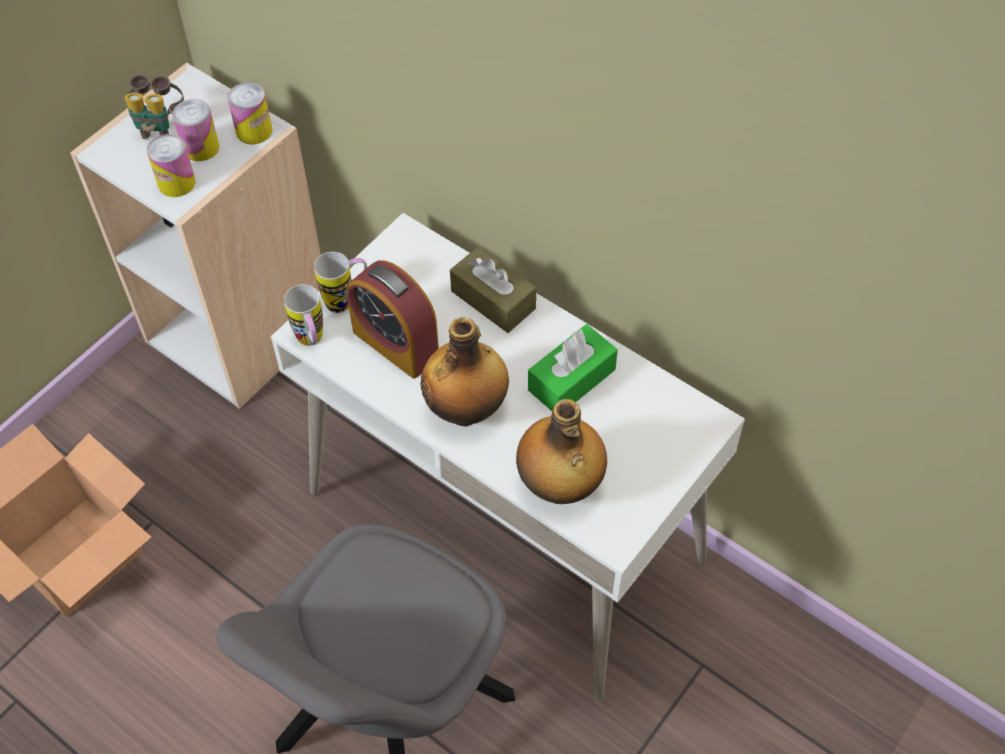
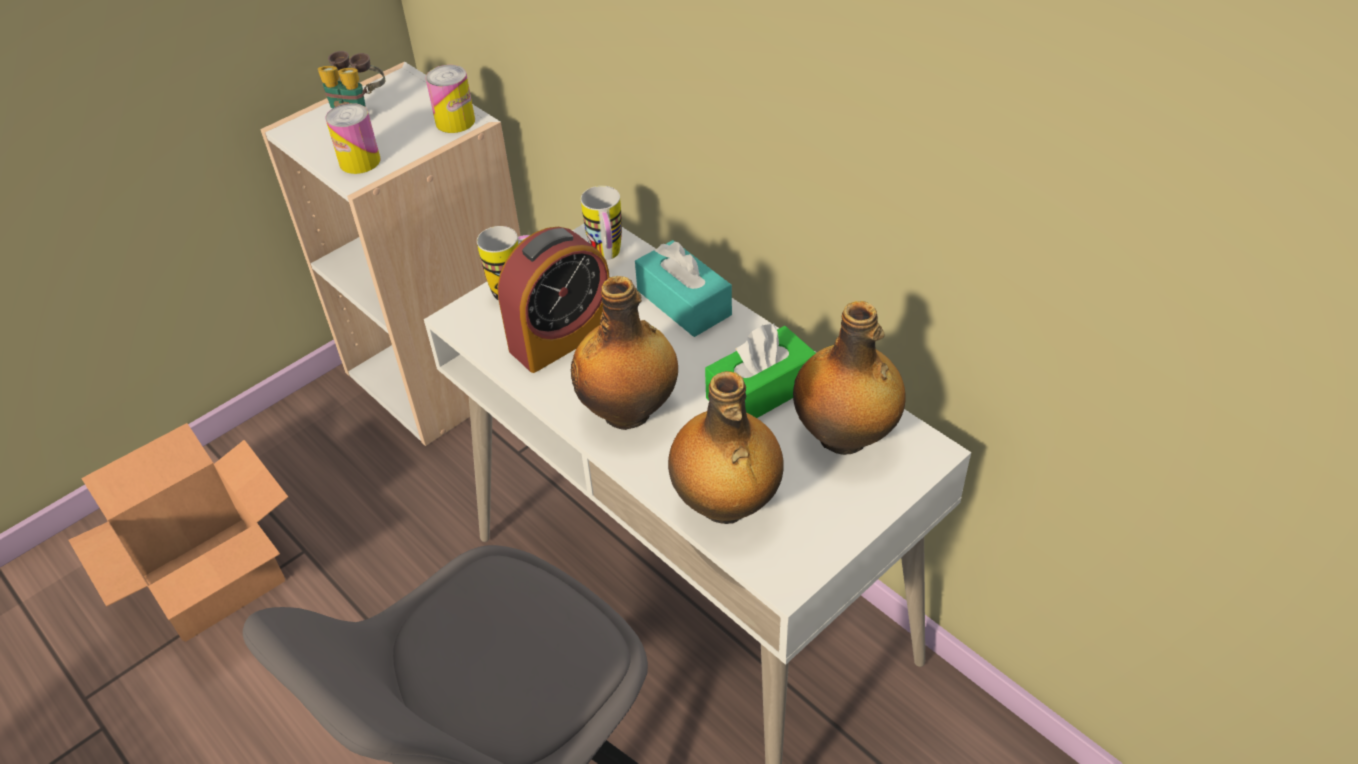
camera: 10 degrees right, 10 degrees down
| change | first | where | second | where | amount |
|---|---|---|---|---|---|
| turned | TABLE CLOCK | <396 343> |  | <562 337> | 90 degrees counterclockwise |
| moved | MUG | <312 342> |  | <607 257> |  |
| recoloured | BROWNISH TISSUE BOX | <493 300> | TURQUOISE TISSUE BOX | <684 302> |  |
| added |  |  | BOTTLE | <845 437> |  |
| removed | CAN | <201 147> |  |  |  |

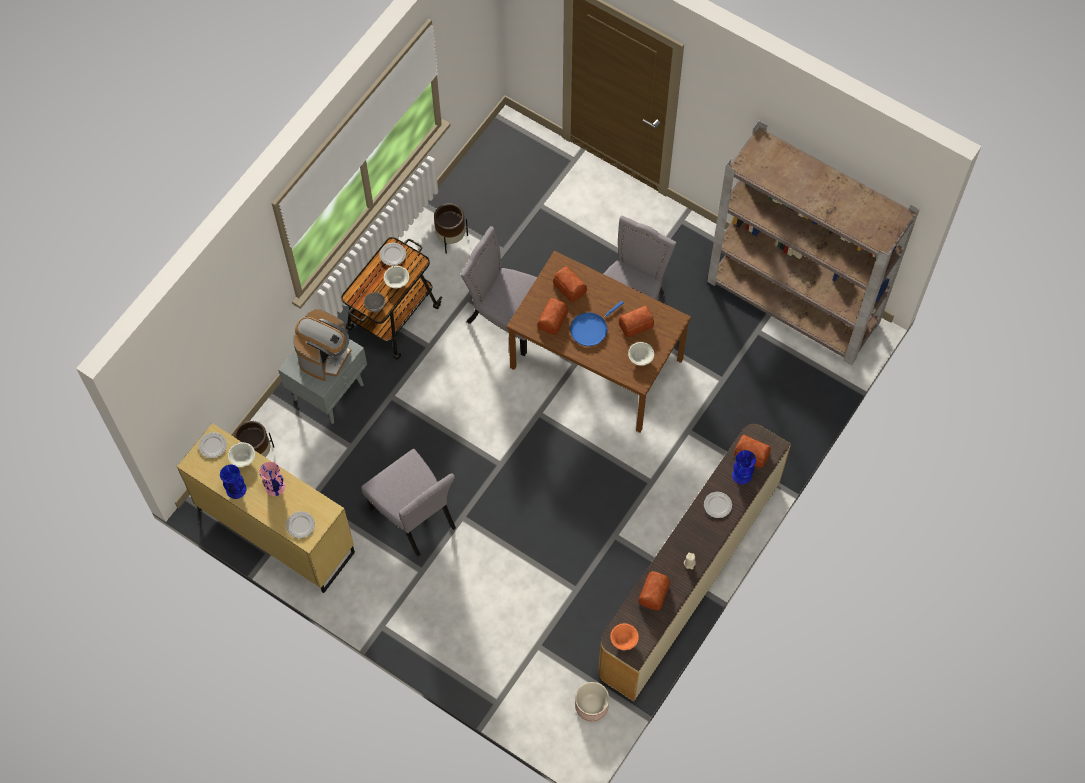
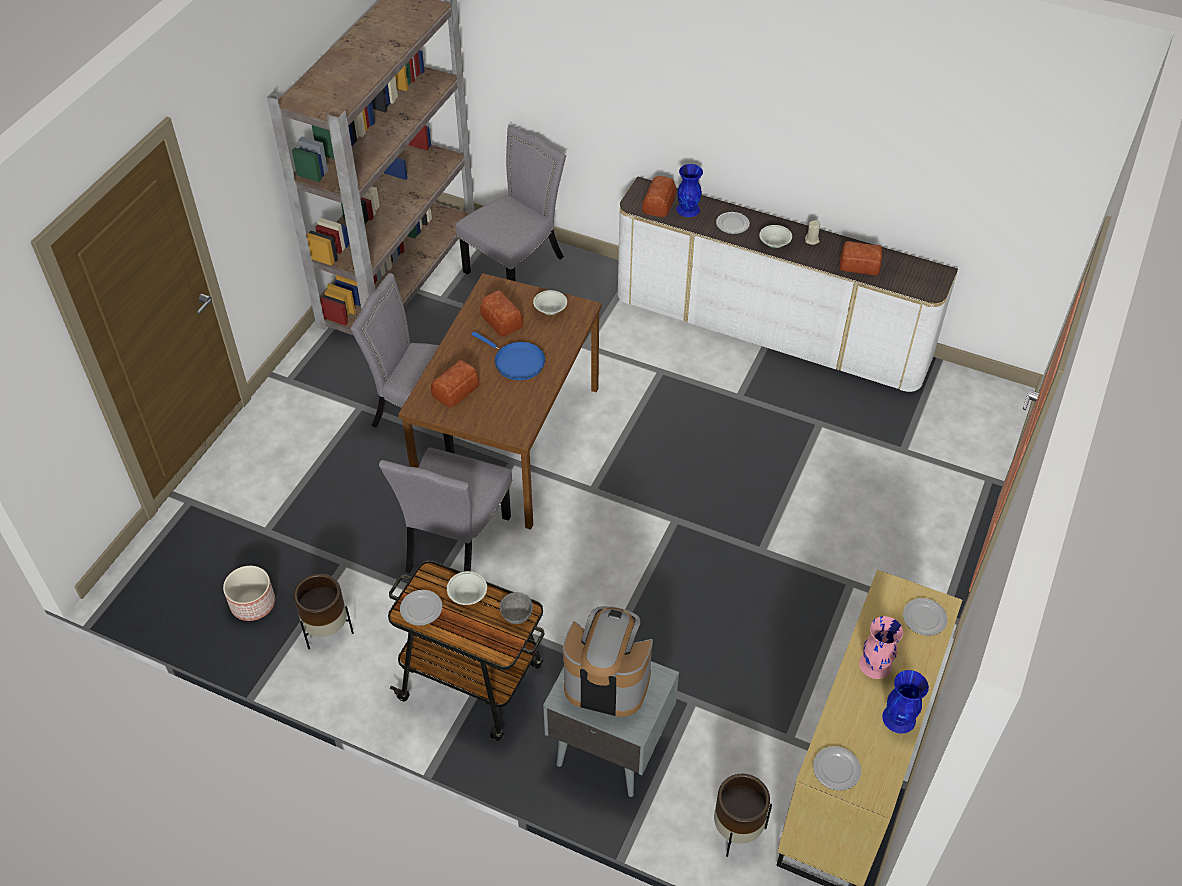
camera: 100 degrees left, 15 degrees down
| change | first | where | second | where | amount |
|---|---|---|---|---|---|
| moved | PLANTER | <592 705> |  | <252 603> |  |
| moved | GRAY CHAIR | <413 514> |  | <514 267> |  |
| recoloured | BROWNISH CUPBOARD | <688 577> | WHITE CUPBOARD | <769 328> |  |
| moved | WHITE BOWL | <243 458> |  | <774 245> |  |
| removed | BAKERY BREAD | <551 320> |  |  |  |
| removed | ORANGE BOWL | <624 640> |  |  |  |

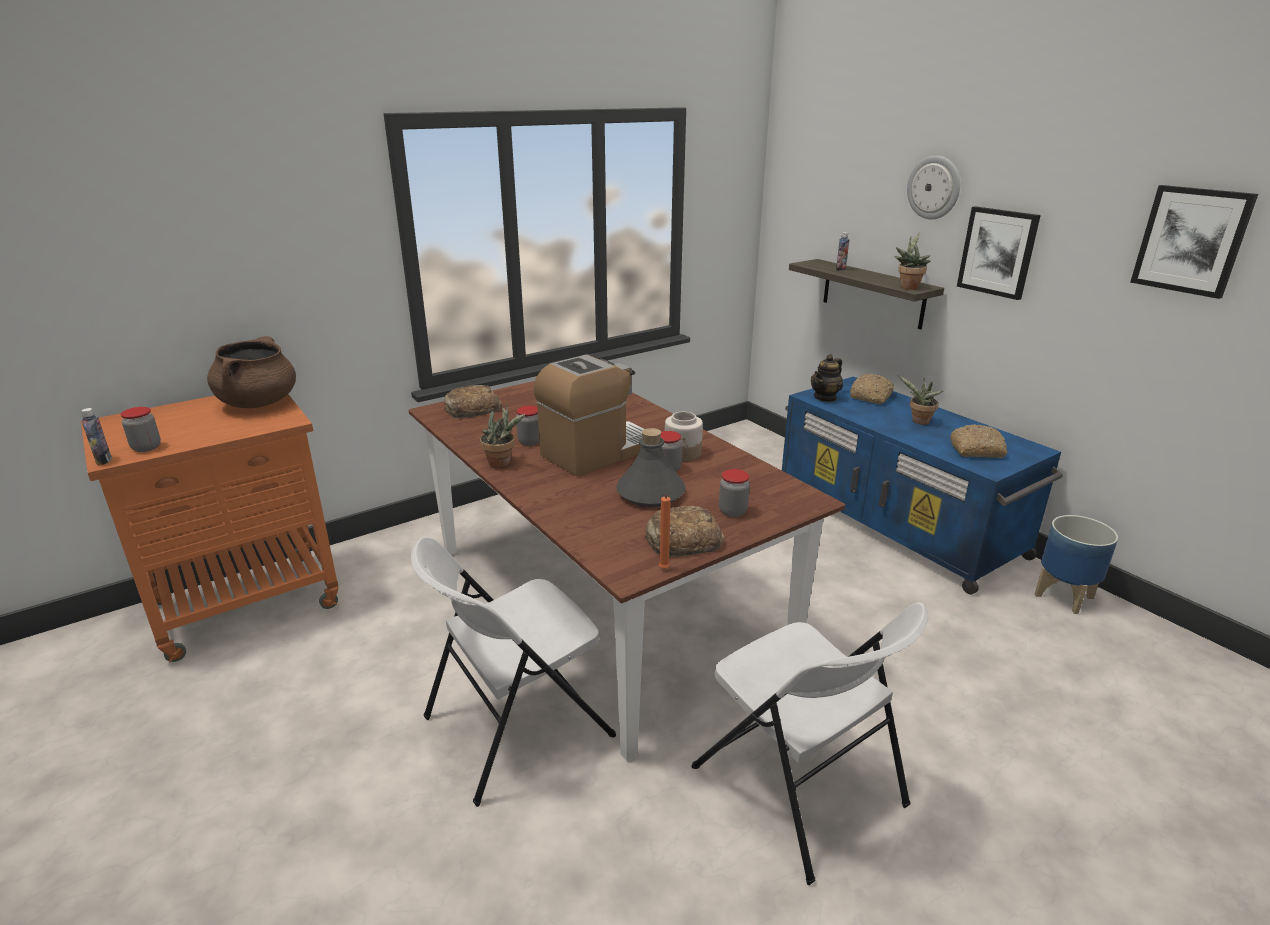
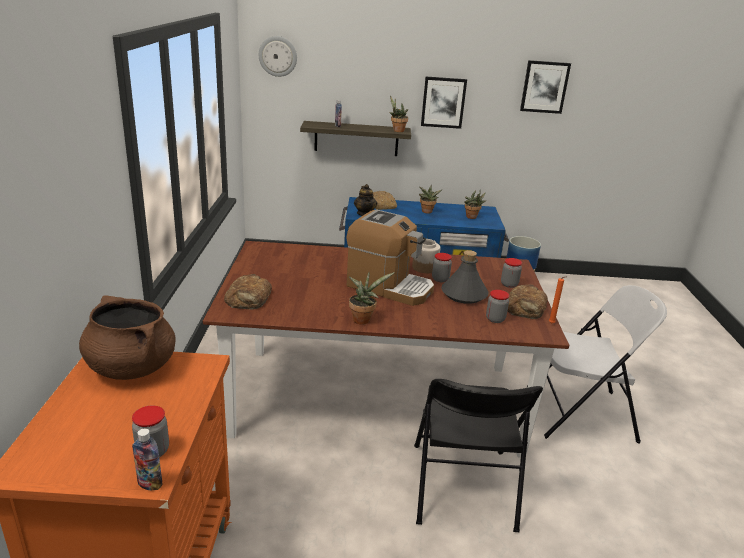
camera: 55 degrees left, 0 degrees up
| change | first | where | second | where | amount |
|---|---|---|---|---|---|
| moved | WALL CLOCK | <934 187> |  | <278 56> |  |
| turned | COFFEE MACHINE | <597 452> |  | <389 287> | 120 degrees clockwise |
| recoloured | WHITE CHAIR | <517 726> | BLACK-COLOURED CHAIR | <462 486> |  |
| replaced | BAKERY BREAD | <977 450> | HOUSEPLANT | <472 217> |  |
| moved | PRESERVE JAR | <530 442> |  | <495 319> |  |

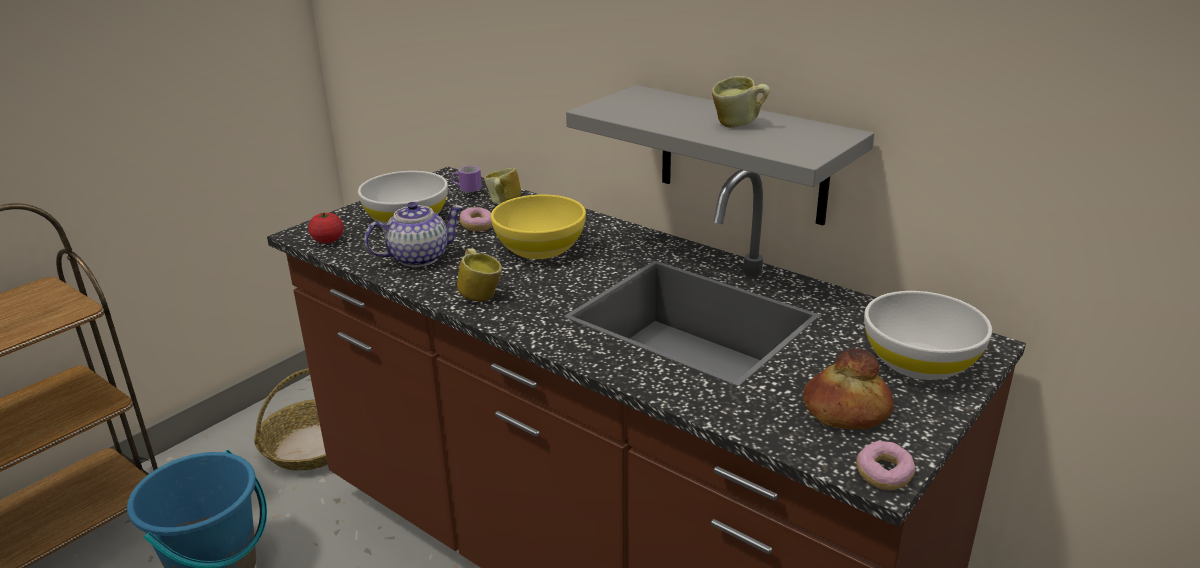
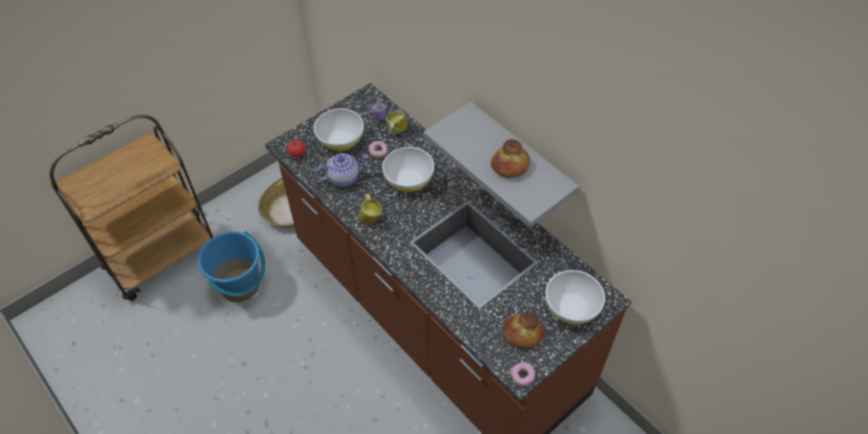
camera: 10 degrees right, 25 degrees up
| change | first | where | second | where | amount |
|---|---|---|---|---|---|
| recoloured | YELLOWISH BOWL | <540 248> | WHITE BOWL | <409 179> |  |
| replaced | MUG | <739 125> | BAKERY BREAD | <510 166> |  |

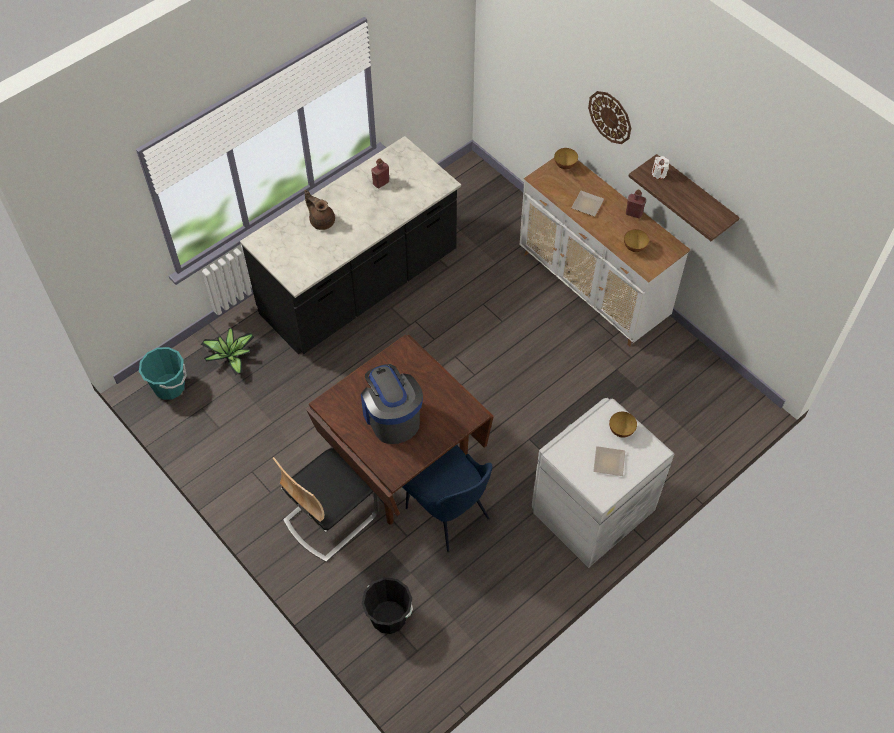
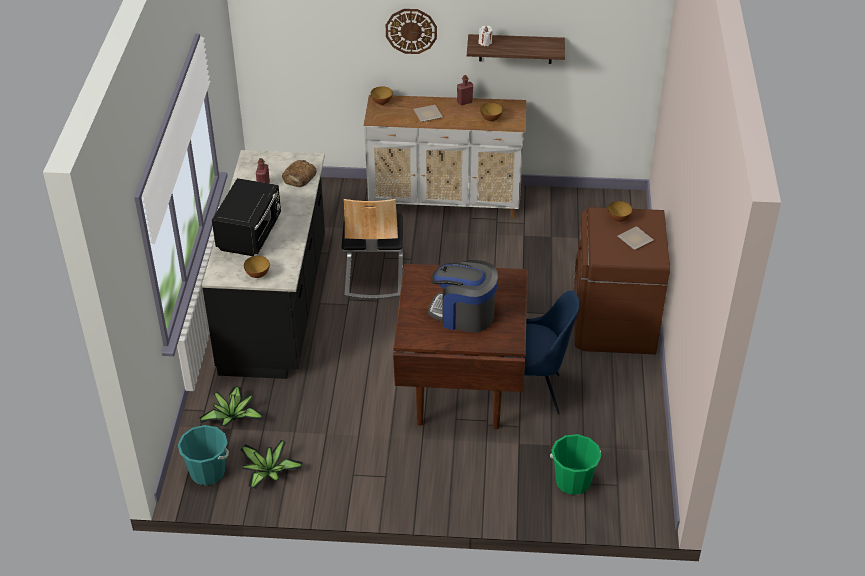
camera: 45 degrees left, 15 degrees down
| change | first | where | second | where | amount |
|---|---|---|---|---|---|
| replaced | BROWNISH TEA POT | <321 221> | BLACK-COLOURED MICROWAVE OVEN | <250 234> |  |
| added |  |  | HOUSEPLANT | <268 473> |  |
| added |  |  | BOWL | <257 275> |  |
| added |  |  | BAKERY BREAD | <299 177> |  |
| moved | CHAIR | <330 517> |  | <373 275> |  |
| recoloured | BLACK-COLOURED WATER BUCKET | <389 617> | GREENISH WATER BUCKET | <573 481> |  |
| recoloured | WHITE WASHING MACHINE | <589 509> | BROWNISH WASHING MACHINE | <612 322> |  |

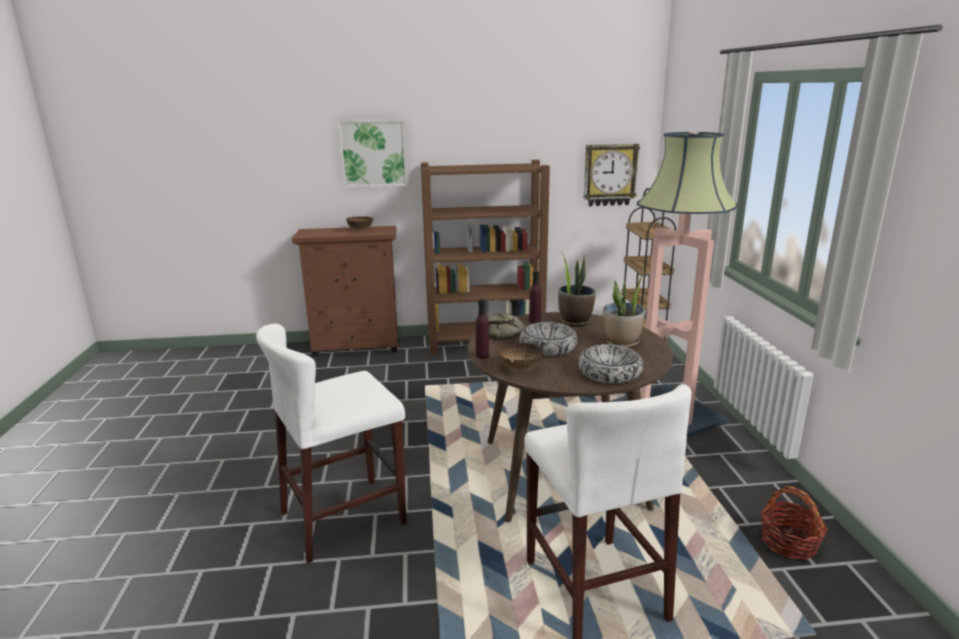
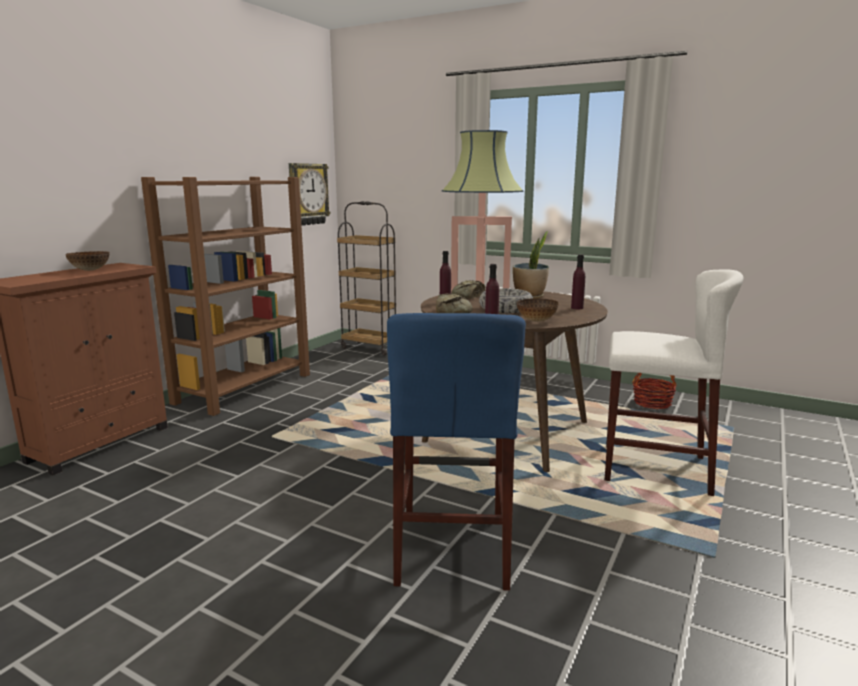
camera: 55 degrees left, 5 degrees down
| change | first | where | second | where | amount |
|---|---|---|---|---|---|
| recoloured | WHITE STOOL | <344 518> | BLUISH STOOL | <453 547> |  |
| replaced | HOUSEPLANT | <575 321> | BAKERY BREAD | <467 296> |  |
| replaced | BOWL | <609 372> | PURPLE-COLOURED BOTTLE | <577 308> |  |
| removed | WALL PICTURE | <373 153> |  |  |  |

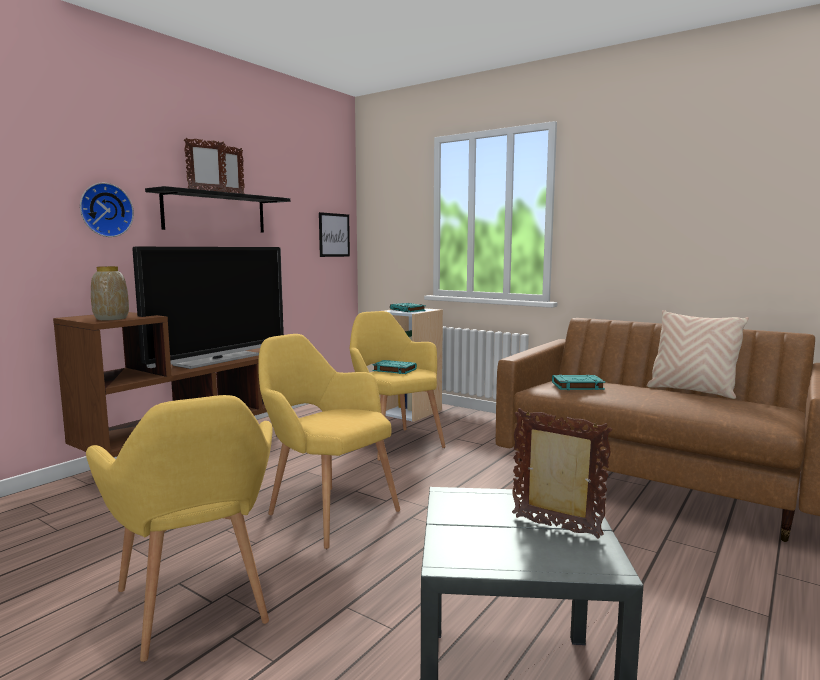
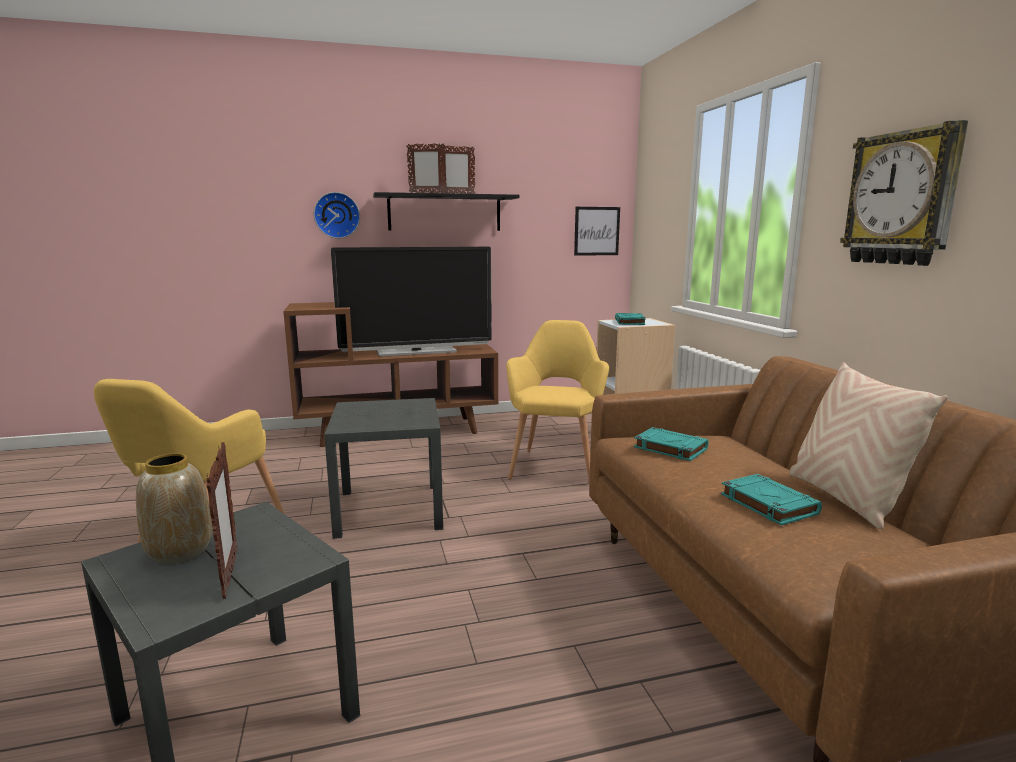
camera: 40 degrees right, 5 degrees up
| change | first | where | second | where | amount |
|---|---|---|---|---|---|
| moved | DECORATIVE VASE | <111 319> |  | <179 551> |  |
| replaced | YELLOWISH LOUNGE CHAIR | <326 511> | GRAY ACCENT TABLE | <391 509> |  |
| moved | TURQUOISE BOOK | <394 370> |  | <767 504> |  |
| added |  |  | WALL CLOCK | <902 198> |  |

